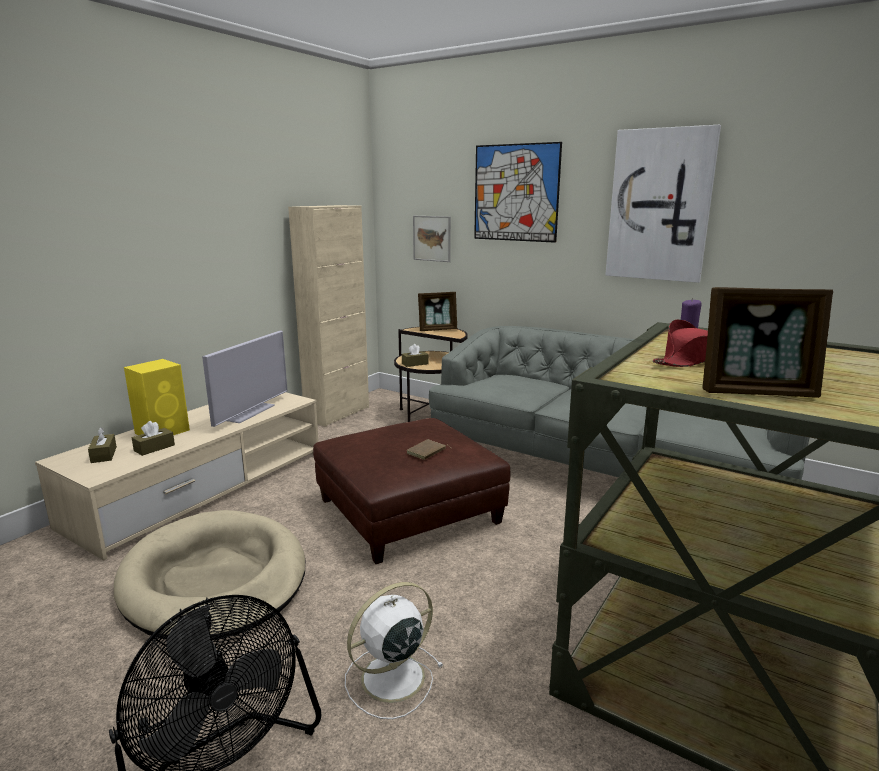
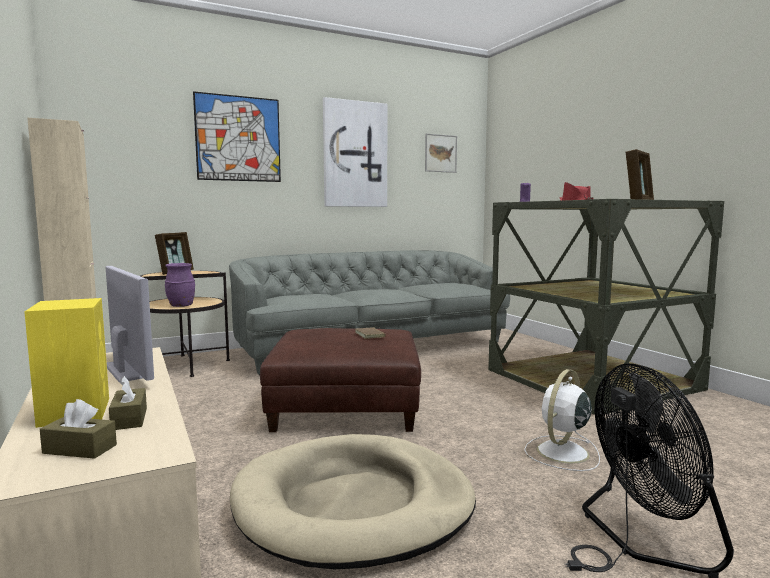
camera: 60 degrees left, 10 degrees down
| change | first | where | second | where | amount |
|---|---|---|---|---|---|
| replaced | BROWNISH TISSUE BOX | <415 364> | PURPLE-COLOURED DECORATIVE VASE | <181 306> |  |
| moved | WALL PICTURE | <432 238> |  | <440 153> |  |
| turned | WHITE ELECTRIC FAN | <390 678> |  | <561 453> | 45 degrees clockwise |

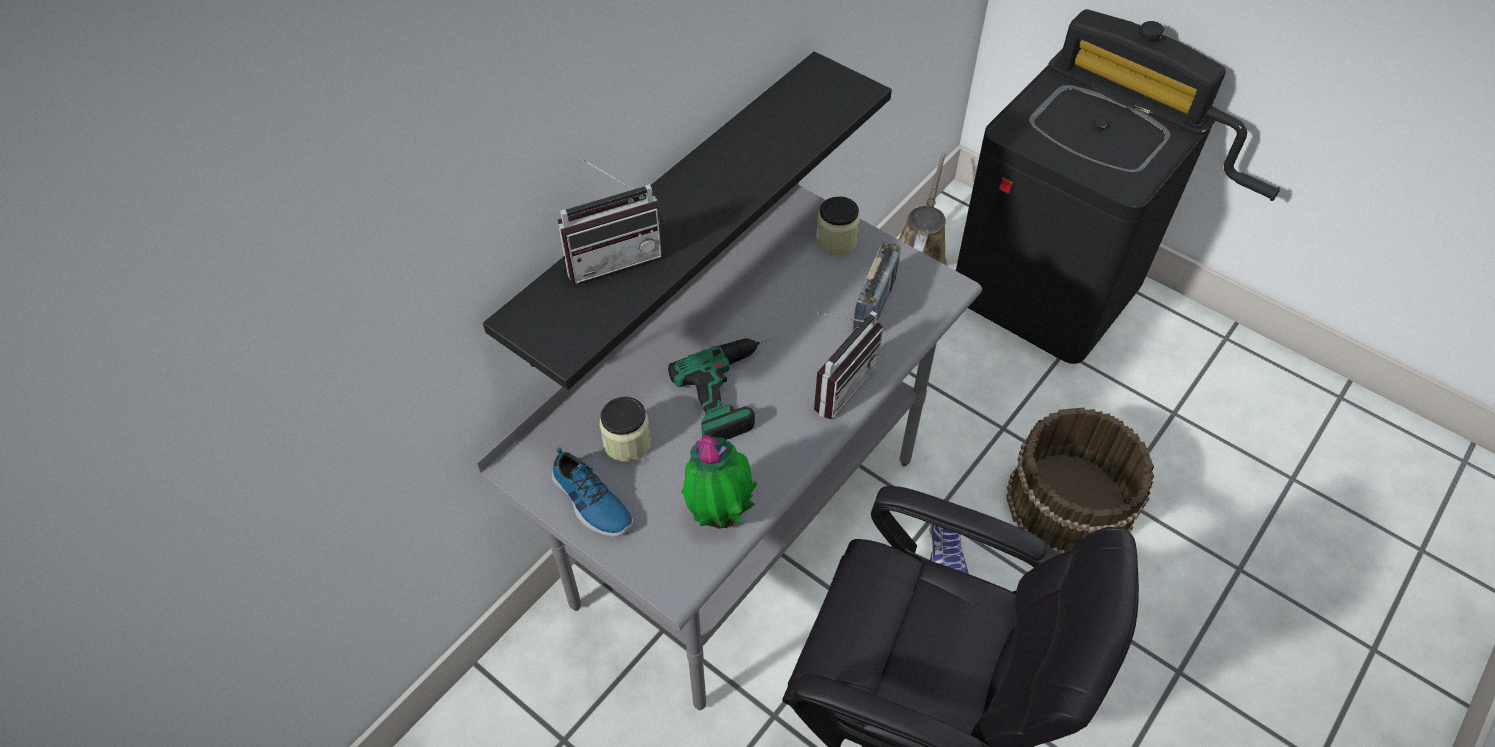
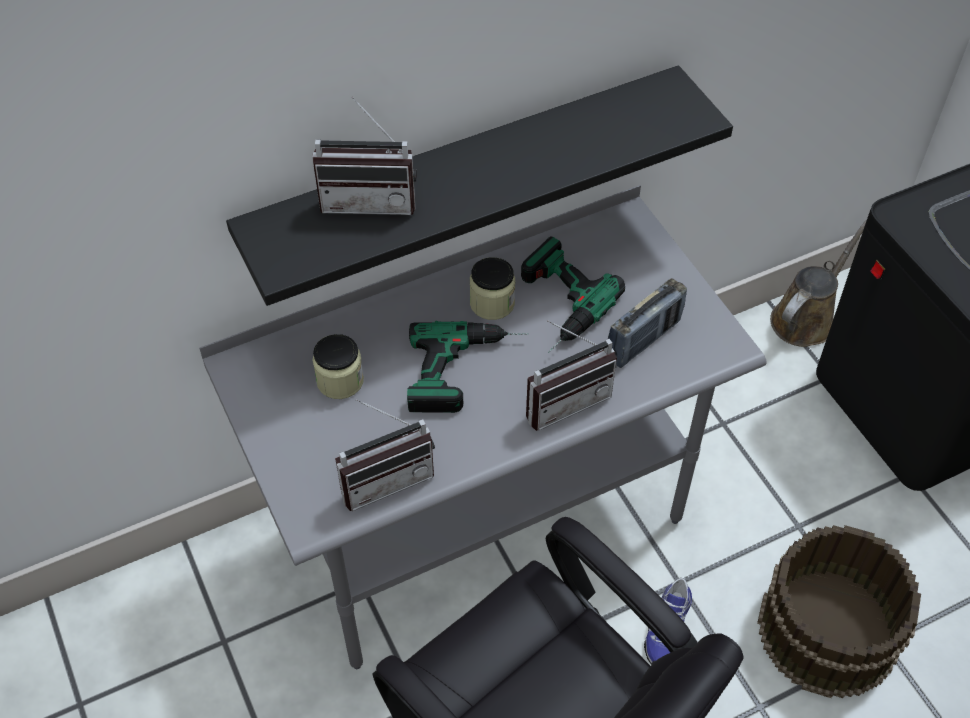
camera: 25 degrees right, 0 degrees up
| change | first | where | second | where | amount |
|---|---|---|---|---|---|
| replaced | HOUSEPLANT | <720 514> | RADIO | <384 477> |  |
| moved | PRESERVE JAR | <836 240> |  | <492 303> |  |
| added |  |  | DRILL | <554 305> |  |
| removed | SHOE | <590 502> |  |  |  |

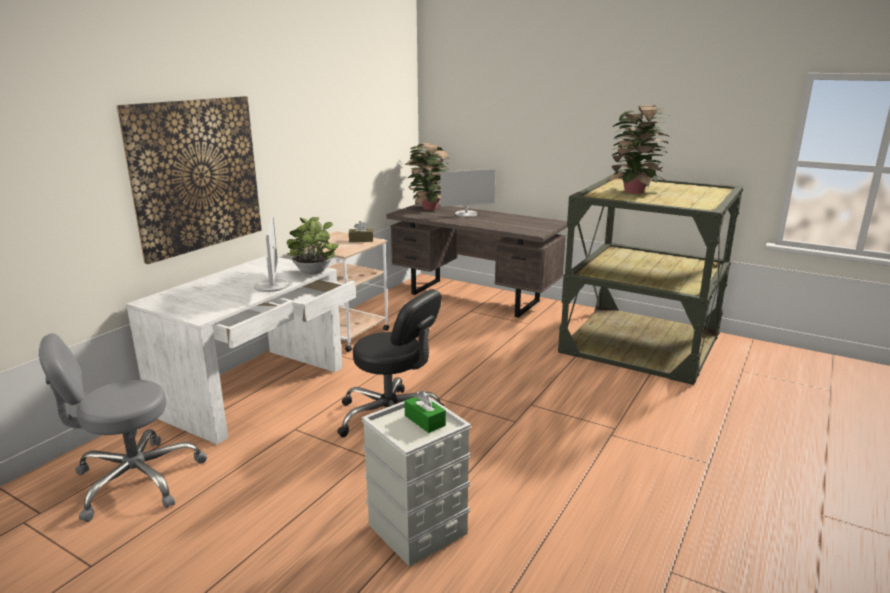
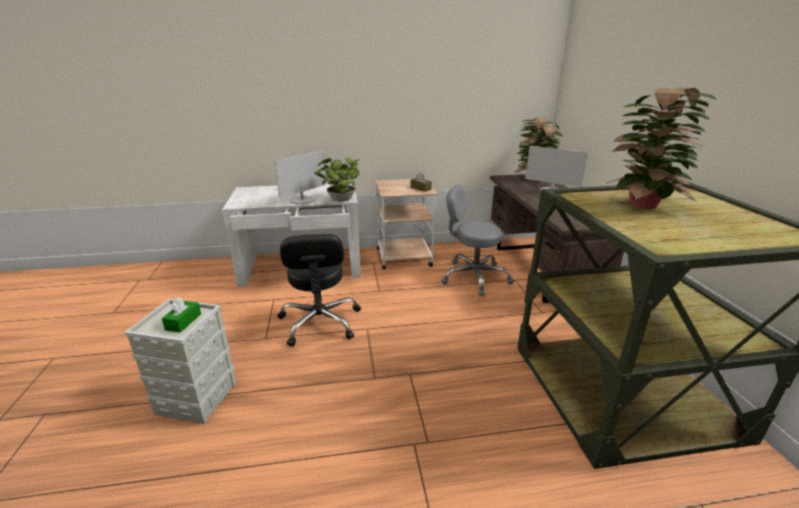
camera: 50 degrees right, 5 degrees up
| change | first | where | second | where | amount |
|---|---|---|---|---|---|
| moved | GRAY OFFICE CHAIR | <130 481> |  | <471 277> |  |
| removed | WALL PICTURE | <196 175> |  |  |  |

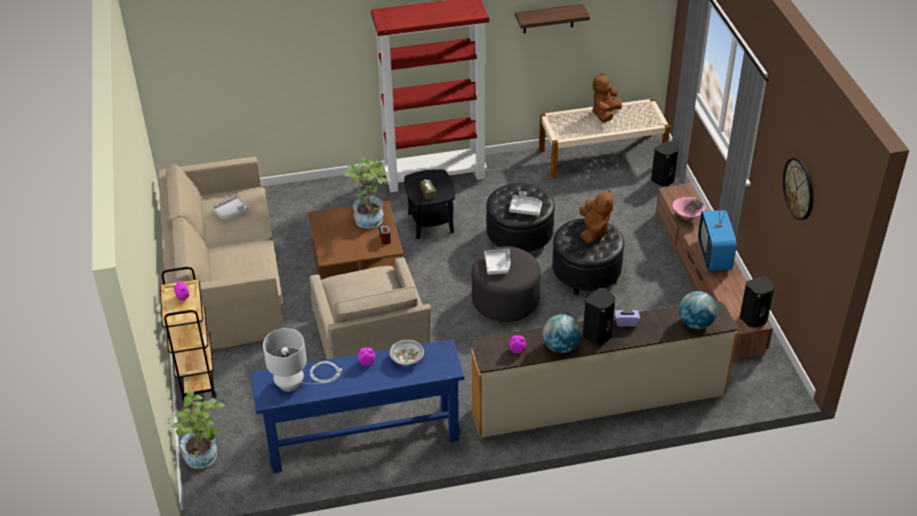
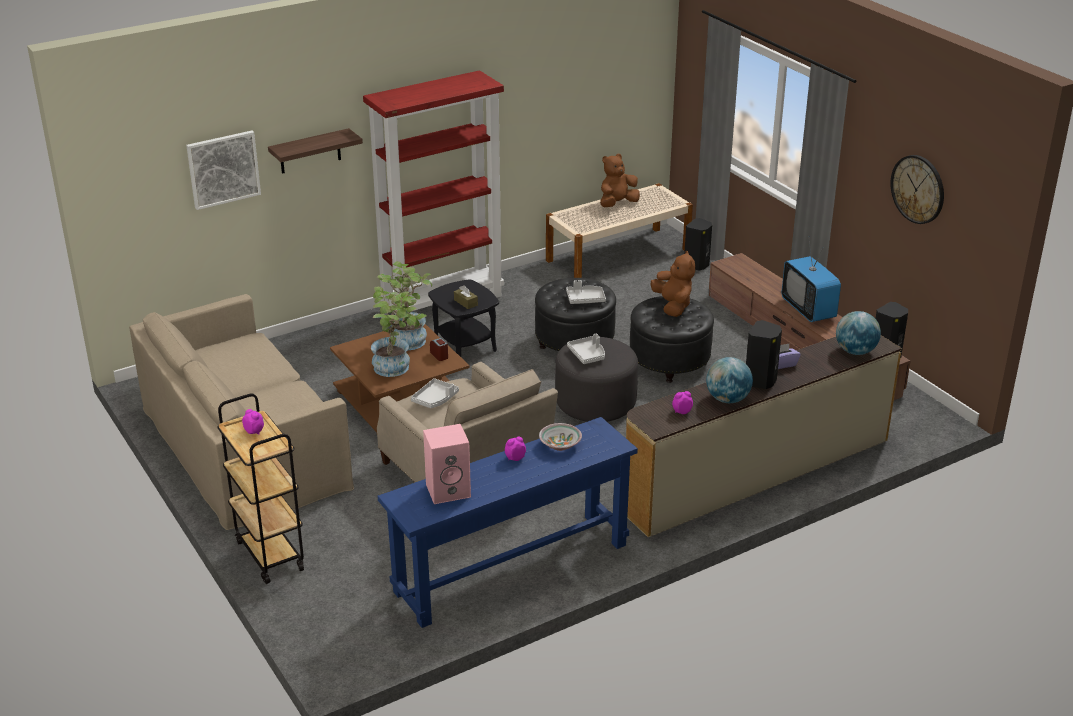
camera: 20 degrees left, 10 degrees down
| change | first | where | second | where | amount |
|---|---|---|---|---|---|
| added |  |  | WALL PICTURE | <223 169> |  |
| moved | SHELF | <548 18> |  | <310 151> |  |
| moved | HOUSEPLANT | <205 457> |  | <397 367> |  |
| moved | GRAY TRAY | <231 212> |  | <435 399> |  |
| replaced | GRAY TABLE LAMP | <303 380> | PINK-COLOURED AUDIO SPEAKER | <449 490> |  |
| turned | BROWNISH PLUSH TOY | <605 114> |  | <617 204> | 45 degrees clockwise |
| removed | PINK-COLOURED BOWL | <687 217> |  |  |  |

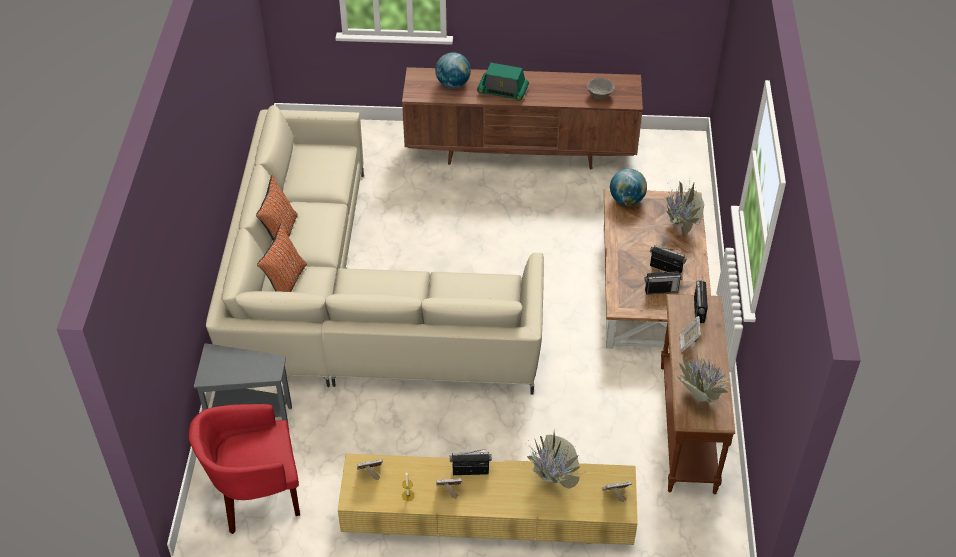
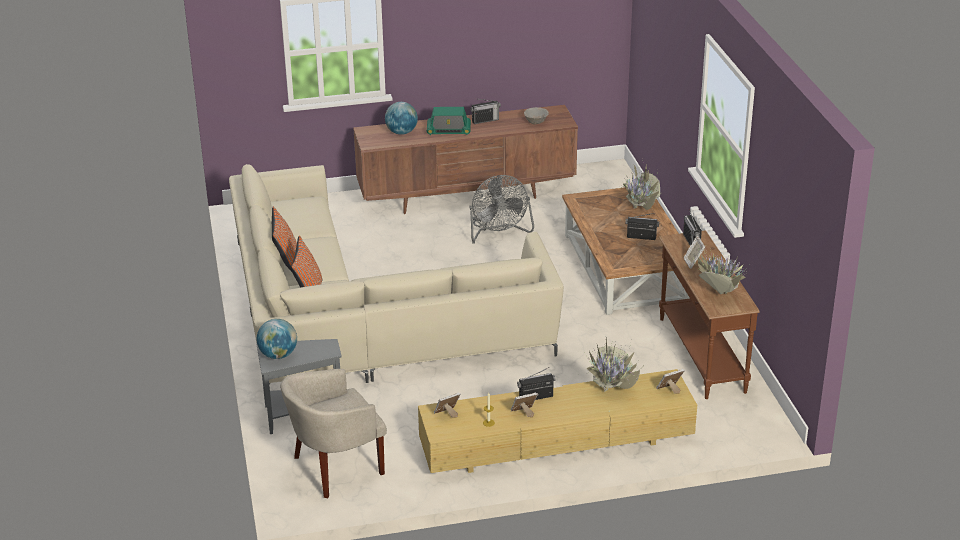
camera: 15 degrees left, 15 degrees down
| change | first | where | second | where | amount |
|---|---|---|---|---|---|
| moved | GLOBE | <627 200> |  | <278 355> |  |
| recoloured | RED-COLOURED LOUNGE CHAIR | <255 495> | BEIGE LOUNGE CHAIR | <335 468> |  |
| moved | RADIO | <661 290> |  | <485 120> |  |
| added |  |  | GRAY ELECTRIC FAN | <496 232> |  |

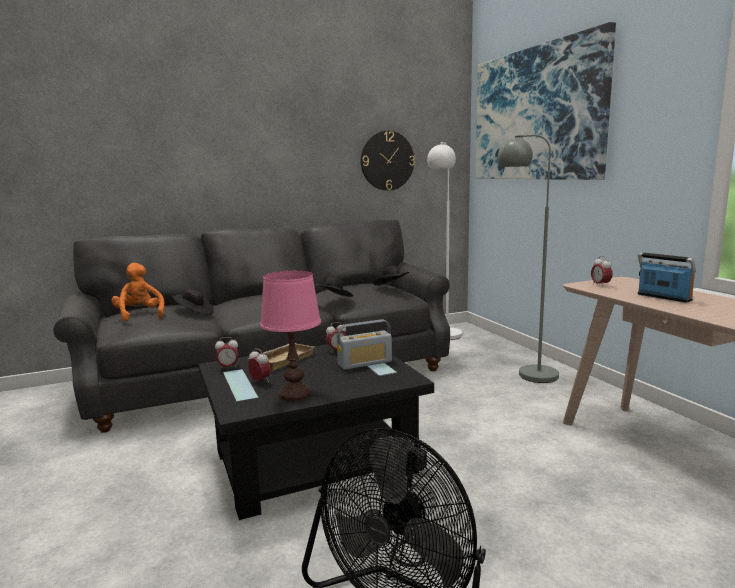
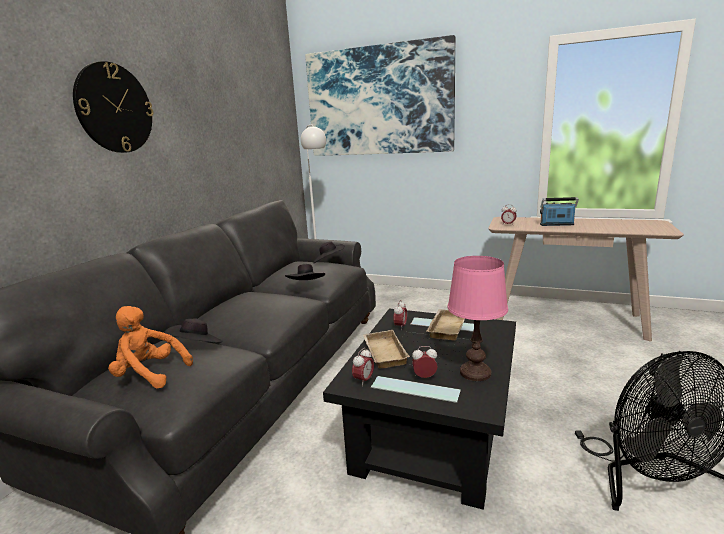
camera: 45 degrees left, 5 degrees up
| change | first | where | second | where | amount |
|---|---|---|---|---|---|
| moved | WALL CLOCK | <387 161> |  | <114 108> |  |
| replaced | RADIO | <365 363> | BEIGE TRAY | <446 327> |  |
| removed | GRAY STANDING LAMP | <526 374> |  |  |  |

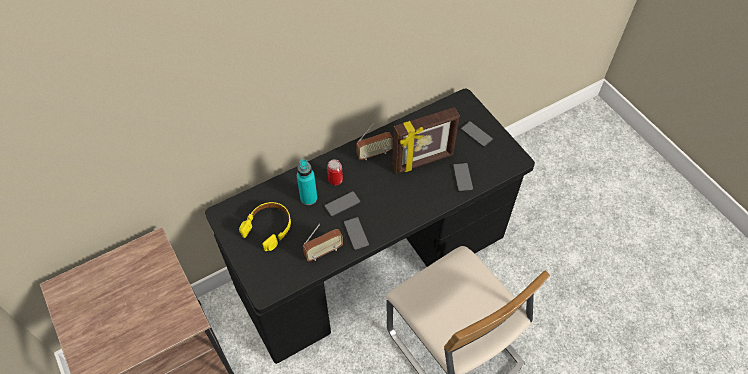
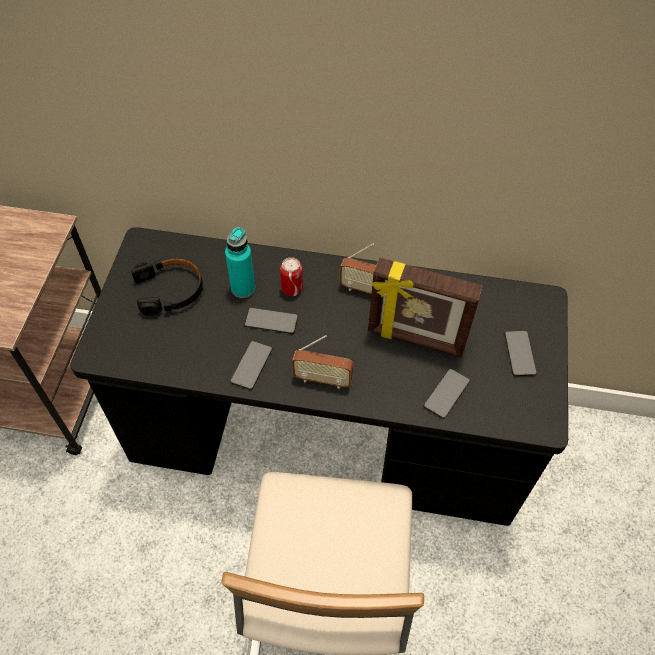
camera: 40 degrees right, 0 degrees up
| change | first | where | second | where | amount |
|---|---|---|---|---|---|
| recoloured | YELLOWISH PAIR OF HEADPHONES | <269 228> | BLACK-COLOURED PAIR OF HEADPHONES | <170 290> |  |
| moved | RADIO | <323 252> |  | <322 379> |  |

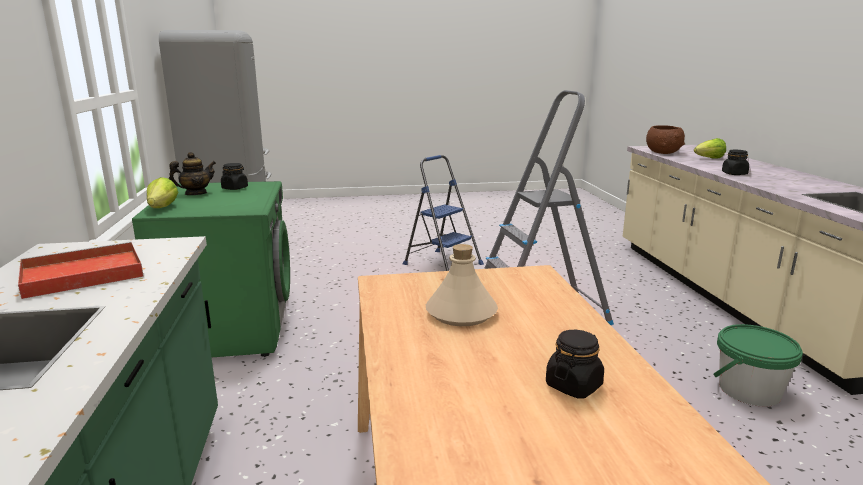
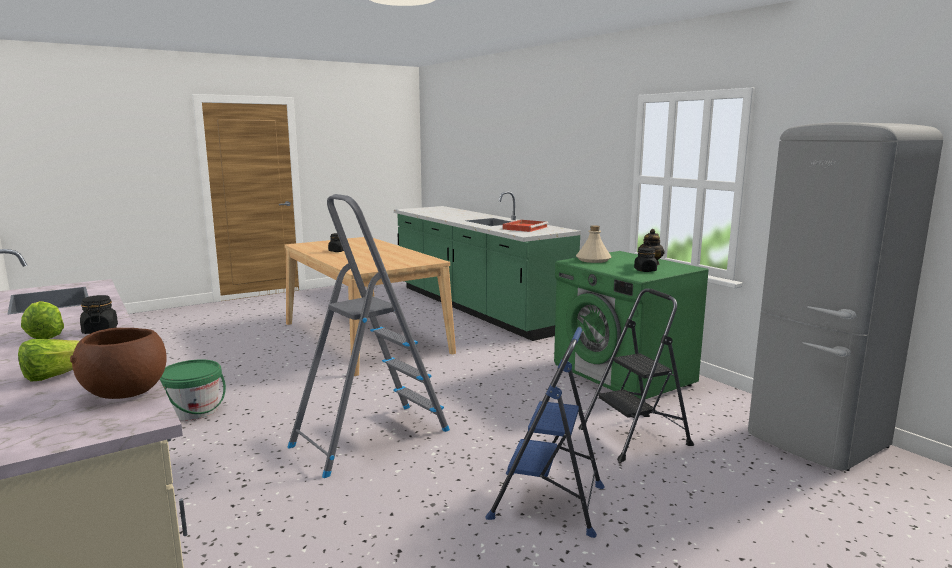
camera: 155 degrees right, 5 degrees down
| change | first | where | second | where | amount |
|---|---|---|---|---|---|
| moved | LETTUCE HEAD | <162 208> |  | <45 336> |  |
| moved | BEIGE BOTTLE | <460 313> |  | <593 260> |  |
| added |  |  | BLACK-COLOURED STEPLADDER | <637 435> |  |

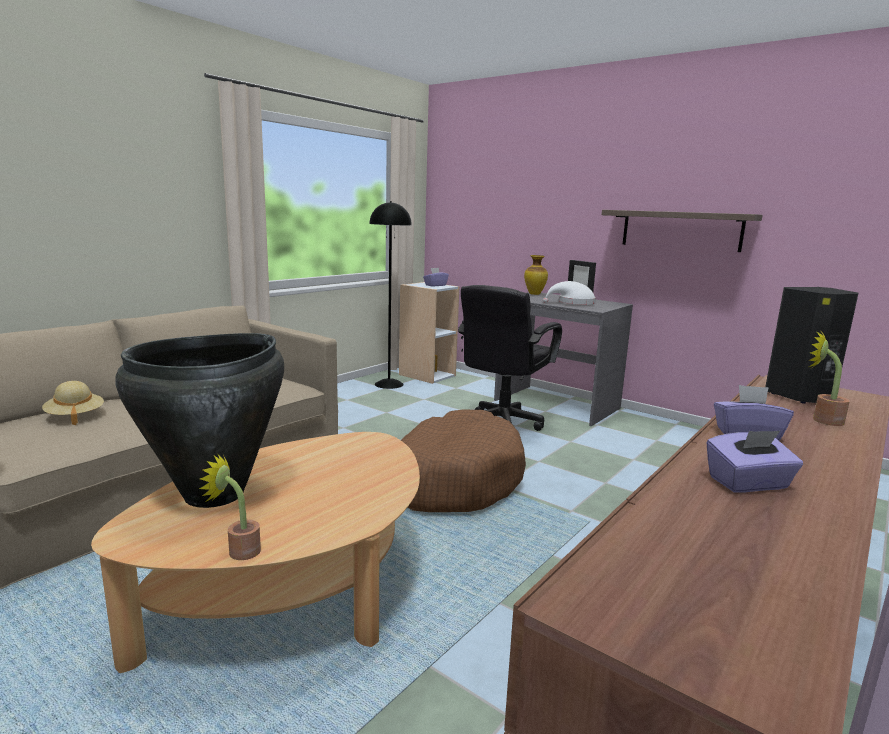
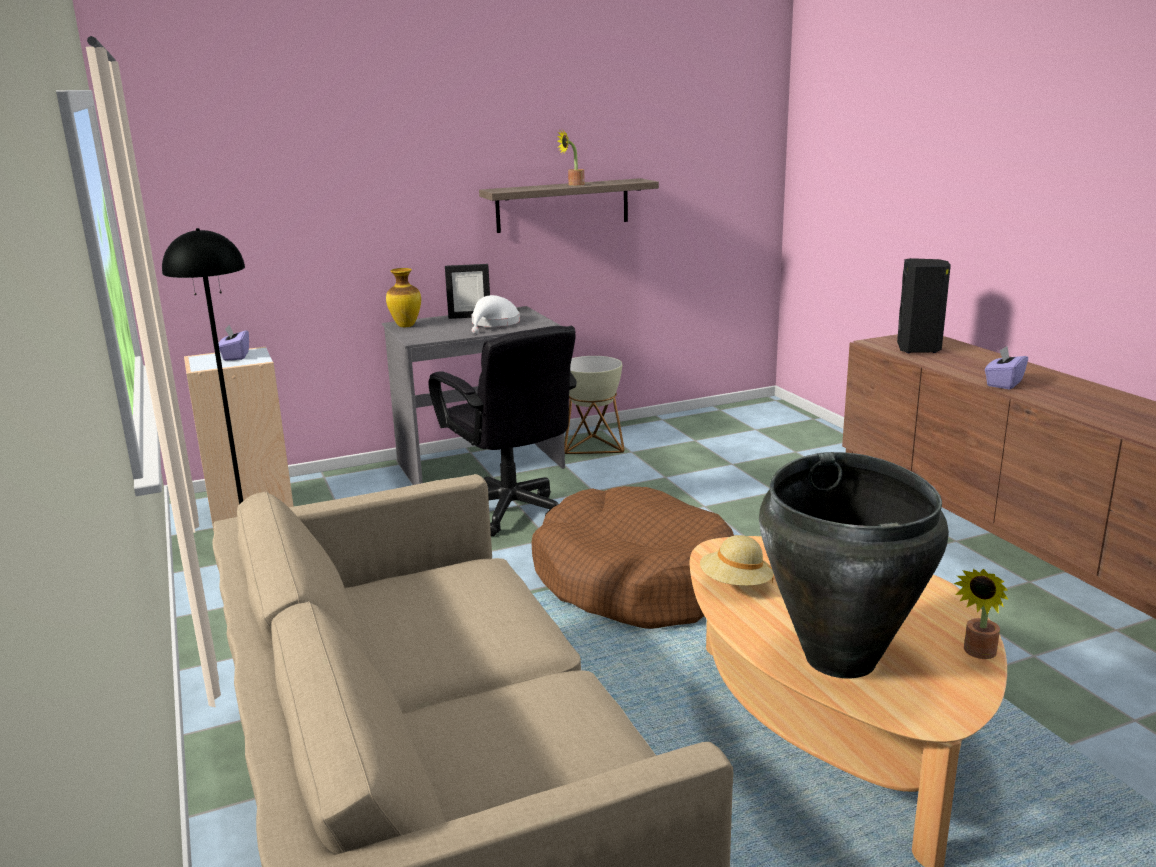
camera: 60 degrees left, 5 degrees up
| change | first | where | second | where | amount |
|---|---|---|---|---|---|
| moved | HOUSEPLANT | <821 419> |  | <573 185> |  |
| added |  |  | PLANTER | <594 447> |  |
| moved | BEIGE CLOTHING HAT | <75 416> |  | <735 584> |  |
| removed | PURPLE-COLOURED TISSUE BOX | <748 484> |  |  |  |

